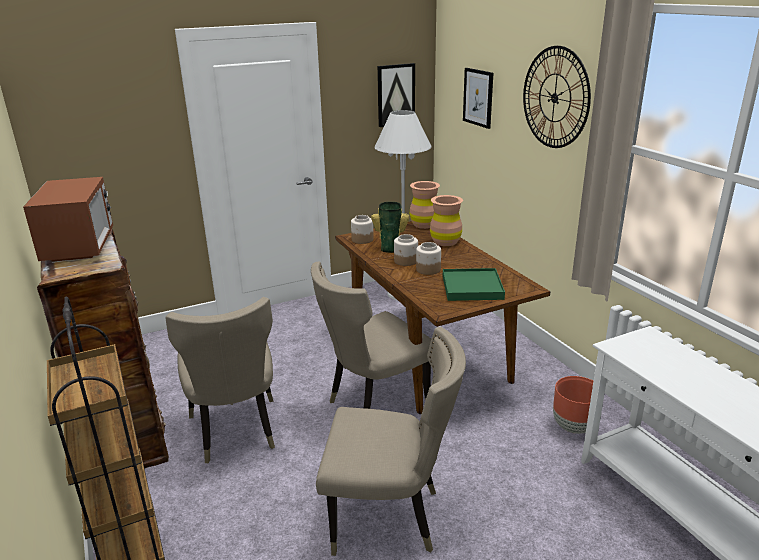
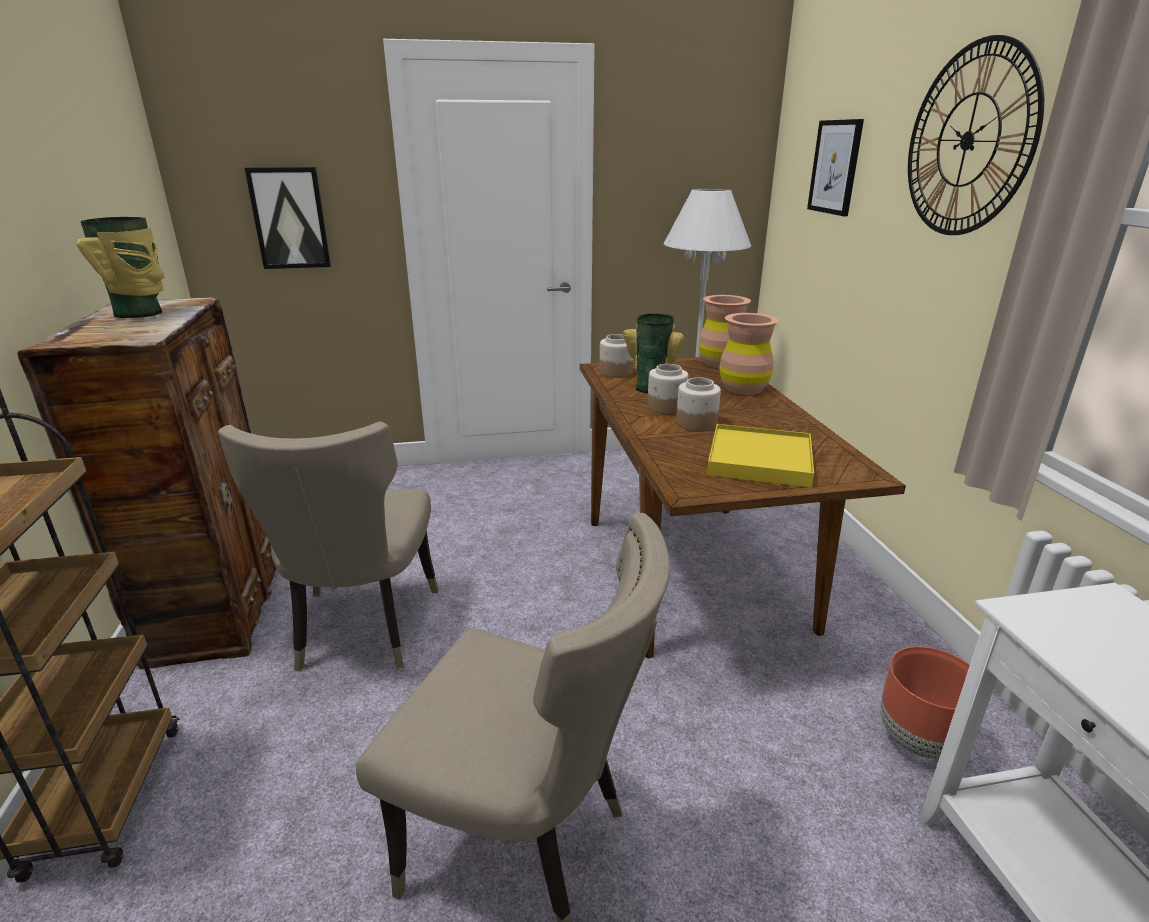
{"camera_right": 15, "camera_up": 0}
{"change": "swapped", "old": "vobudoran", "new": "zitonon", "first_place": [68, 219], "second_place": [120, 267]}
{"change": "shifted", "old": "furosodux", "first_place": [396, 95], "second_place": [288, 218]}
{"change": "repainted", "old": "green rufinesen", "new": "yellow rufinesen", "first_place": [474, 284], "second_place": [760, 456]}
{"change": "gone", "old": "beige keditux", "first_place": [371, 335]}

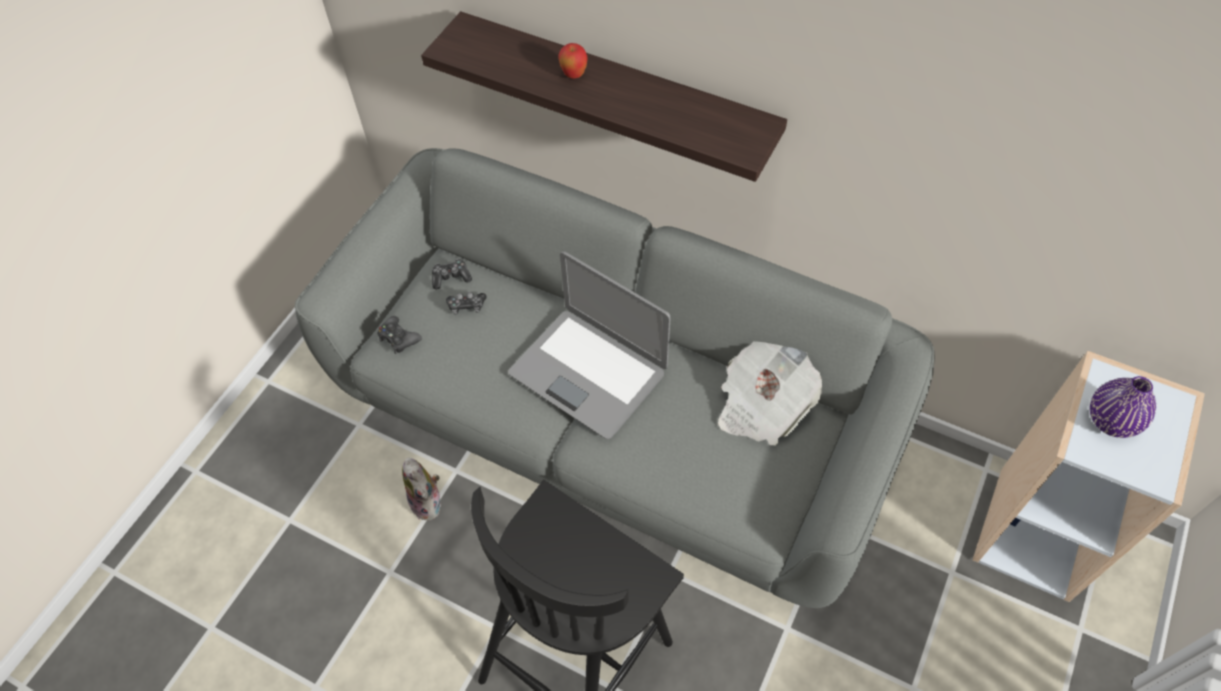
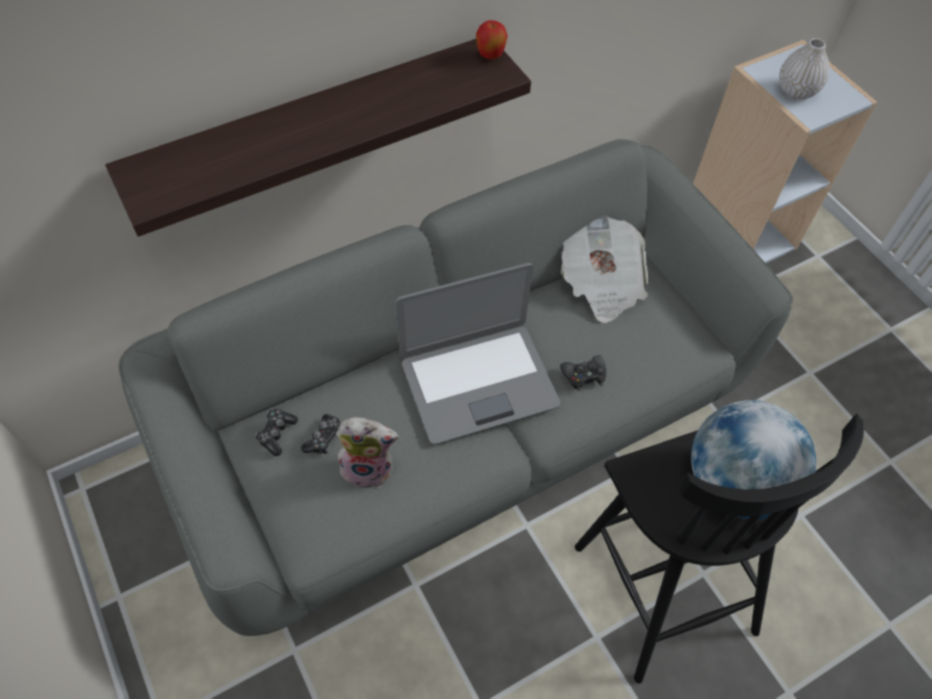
{"camera_right": -60, "camera_up": 0}
{"change": "shifted", "old": "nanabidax", "first_place": [422, 489], "second_place": [367, 453]}
{"change": "shifted", "old": "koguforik", "first_place": [572, 60], "second_place": [492, 40]}
{"change": "shifted", "old": "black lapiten", "first_place": [399, 335], "second_place": [583, 373]}
{"change": "new", "new": "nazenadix", "second_place": [753, 460]}
{"change": "repainted", "old": "purple zitonon", "new": "white zitonon", "first_place": [1123, 407], "second_place": [804, 68]}

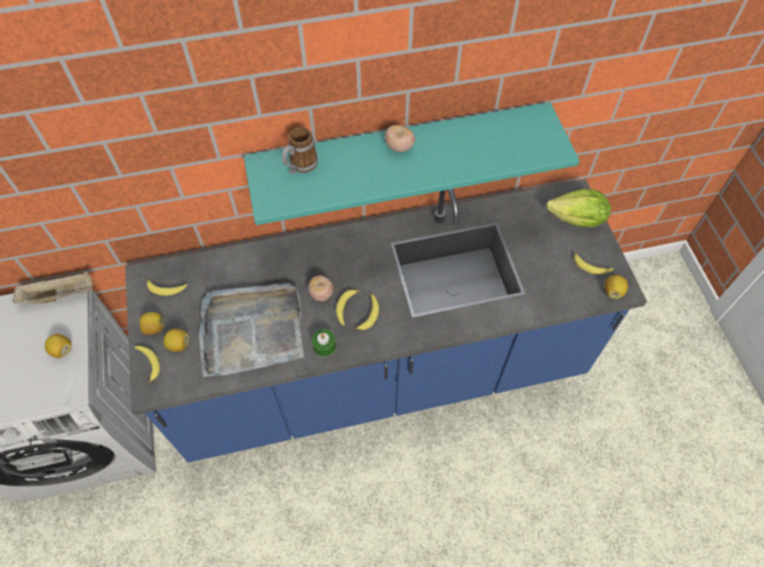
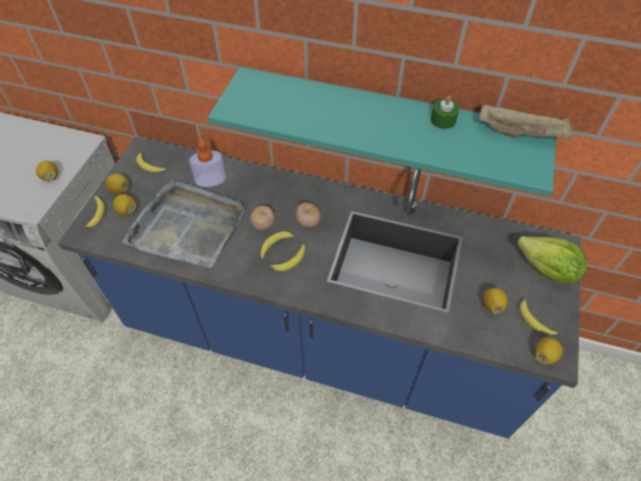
{"camera_right": 30, "camera_up": -5}
{"change": "new", "new": "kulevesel", "second_place": [208, 162]}
{"change": "shifted", "old": "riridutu", "first_place": [400, 138], "second_place": [308, 214]}
{"change": "shifted", "old": "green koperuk", "first_place": [324, 343], "second_place": [445, 112]}
{"change": "shifted", "old": "beige rufinesen", "first_place": [52, 288], "second_place": [526, 122]}
{"change": "new", "new": "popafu", "second_place": [495, 301]}
{"change": "gone", "old": "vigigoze", "first_place": [300, 150]}

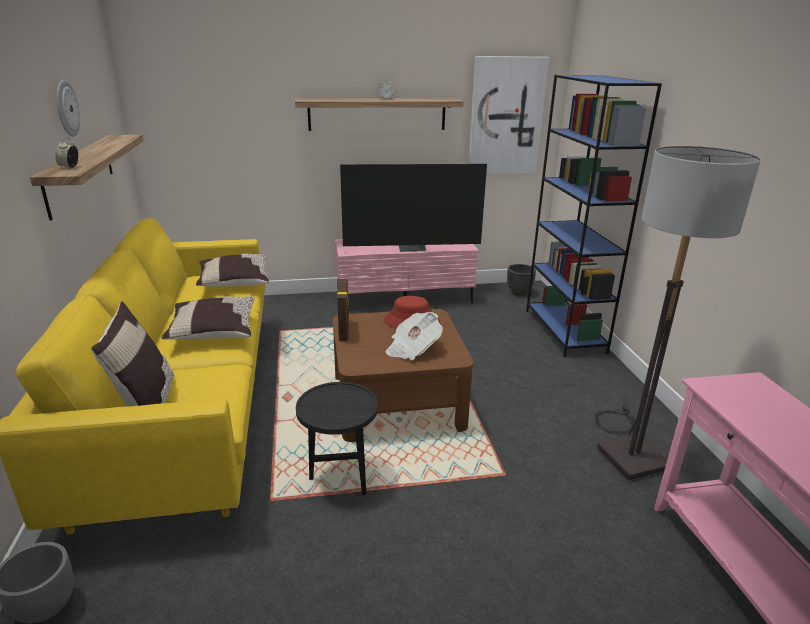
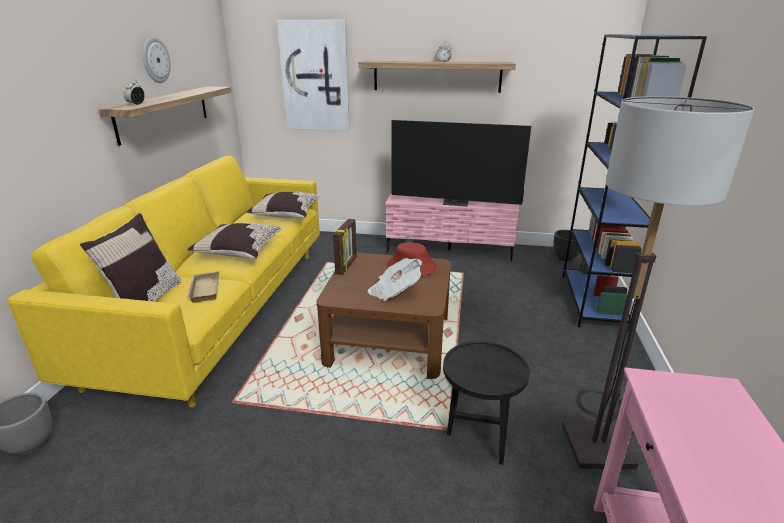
{"camera_right": 20, "camera_up": 0}
{"change": "new", "new": "beige rufinesen", "second_place": [203, 287]}
{"change": "shifted", "old": "furosodux", "first_place": [508, 115], "second_place": [313, 75]}
{"change": "shifted", "old": "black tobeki", "first_place": [337, 438], "second_place": [486, 403]}

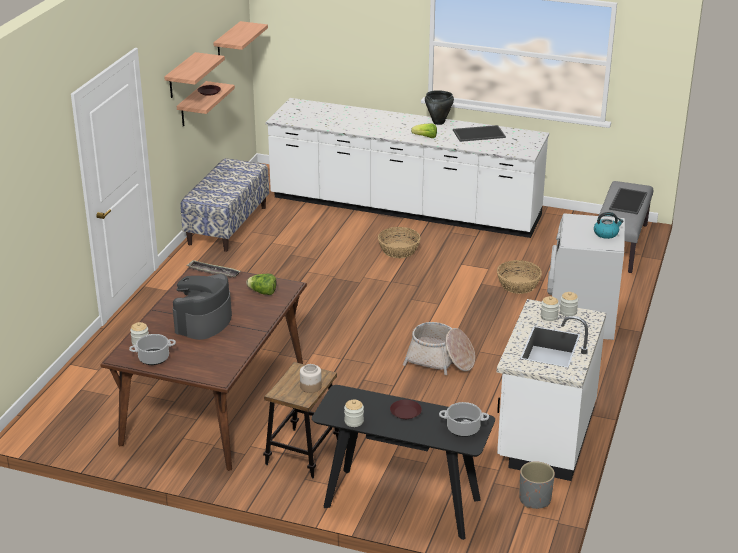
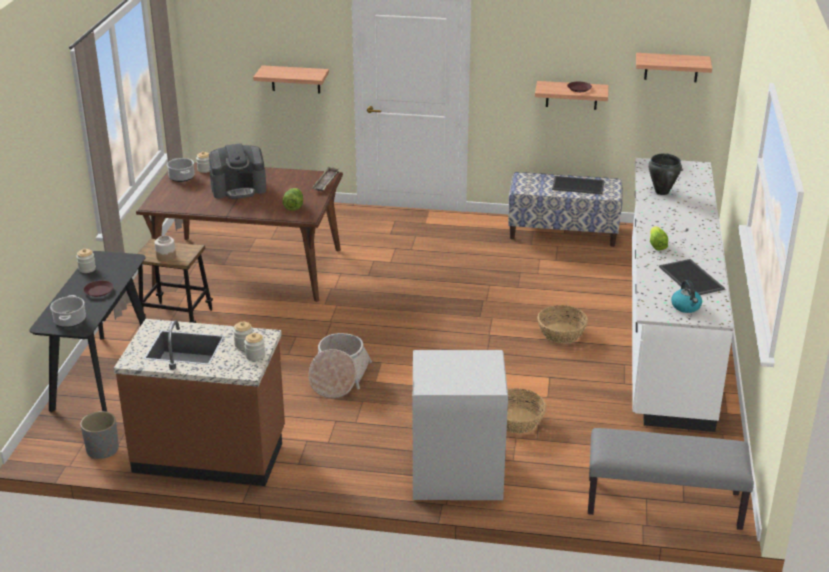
{"camera_right": 80, "camera_up": 0}
{"change": "repainted", "old": "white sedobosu", "new": "brown sedobosu", "first_place": [551, 390], "second_place": [199, 402]}
{"change": "rotated", "old": "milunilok", "first_place": [202, 307], "second_place": [238, 171], "degrees": 150}
{"change": "shifted", "old": "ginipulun", "first_place": [194, 75], "second_place": [291, 79]}
{"change": "shifted", "old": "rufinesen", "first_place": [628, 201], "second_place": [578, 185]}
{"change": "shifted", "old": "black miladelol", "first_place": [439, 107], "second_place": [665, 174]}
{"change": "shifted", "old": "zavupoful", "first_place": [609, 225], "second_place": [686, 296]}

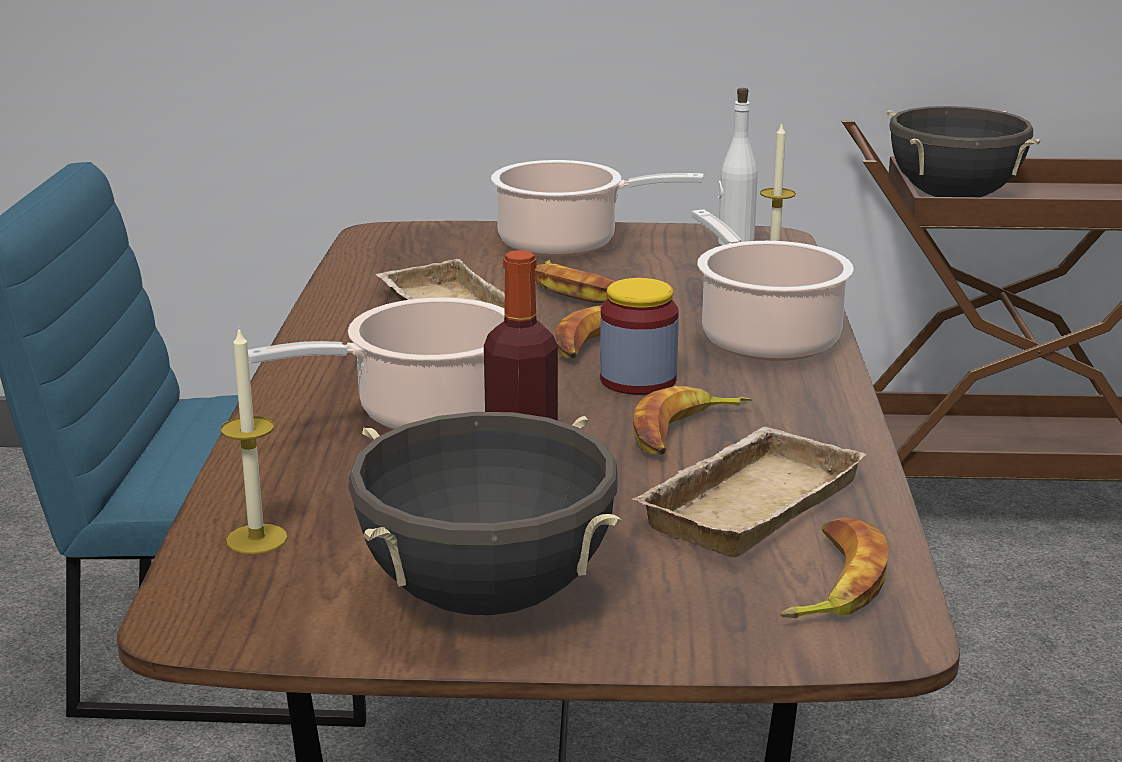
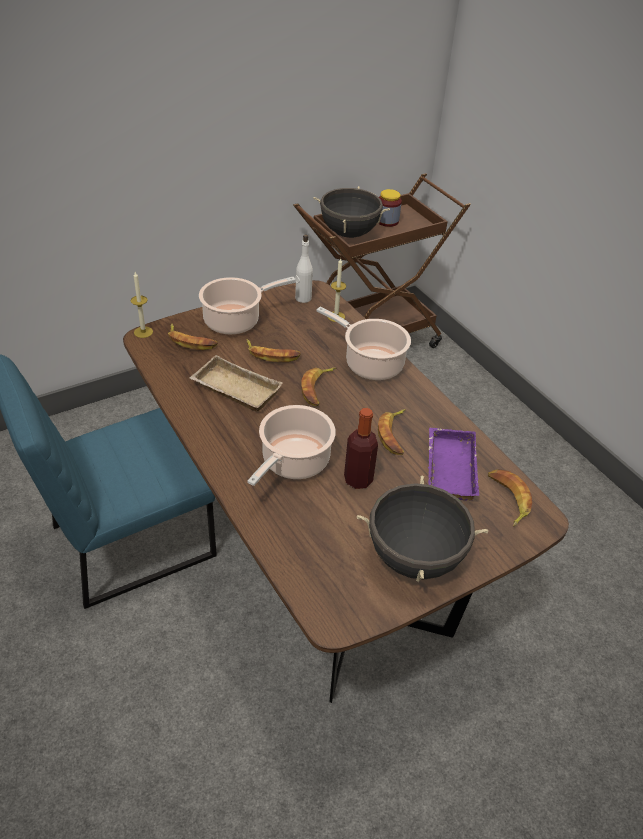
{"camera_right": -35, "camera_up": 20}
{"change": "shifted", "old": "koperuk", "first_place": [254, 440], "second_place": [142, 305]}
{"change": "new", "new": "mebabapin", "second_place": [193, 337]}
{"change": "shifted", "old": "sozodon", "first_place": [639, 336], "second_place": [390, 208]}
{"change": "repainted", "old": "beige rufinesen", "new": "purple rufinesen", "first_place": [749, 492], "second_place": [453, 464]}

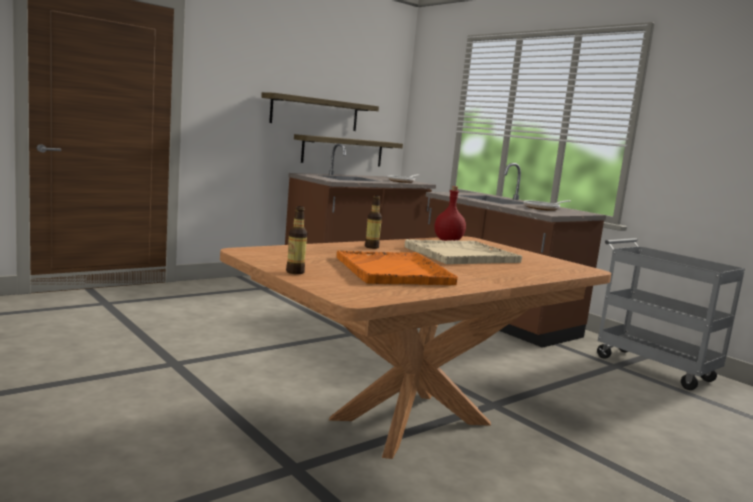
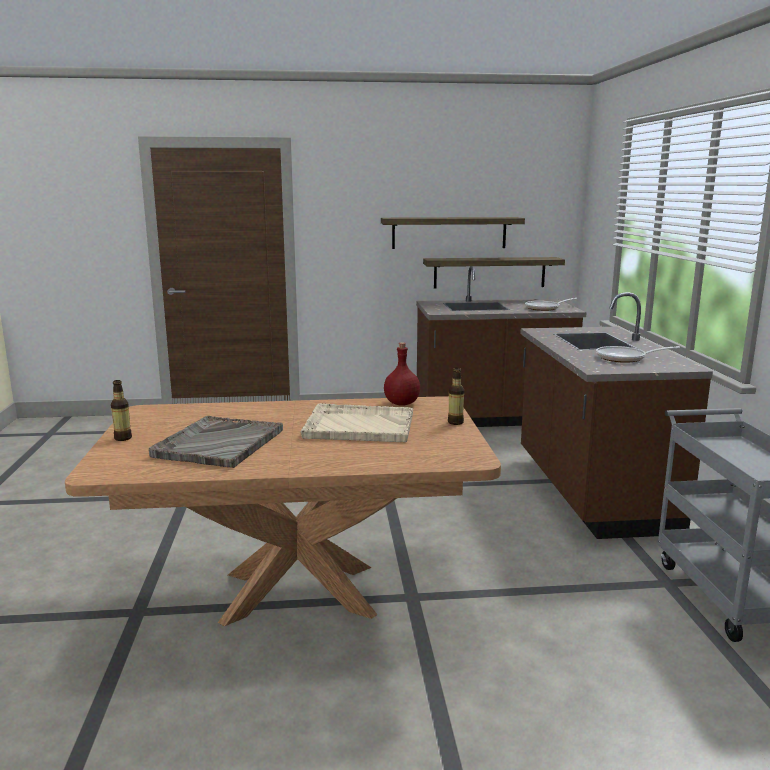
{"camera_right": 35, "camera_up": 5}
{"change": "repainted", "old": "orange rufinesen", "new": "grey rufinesen", "first_place": [397, 267], "second_place": [216, 442]}
{"change": "shifted", "old": "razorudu", "first_place": [373, 222], "second_place": [456, 396]}

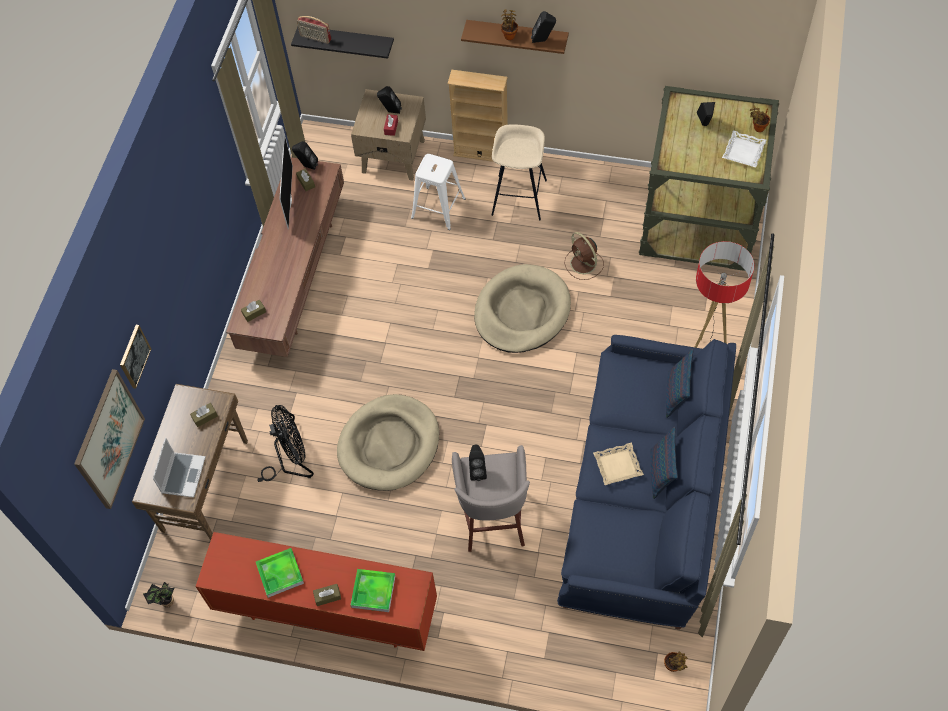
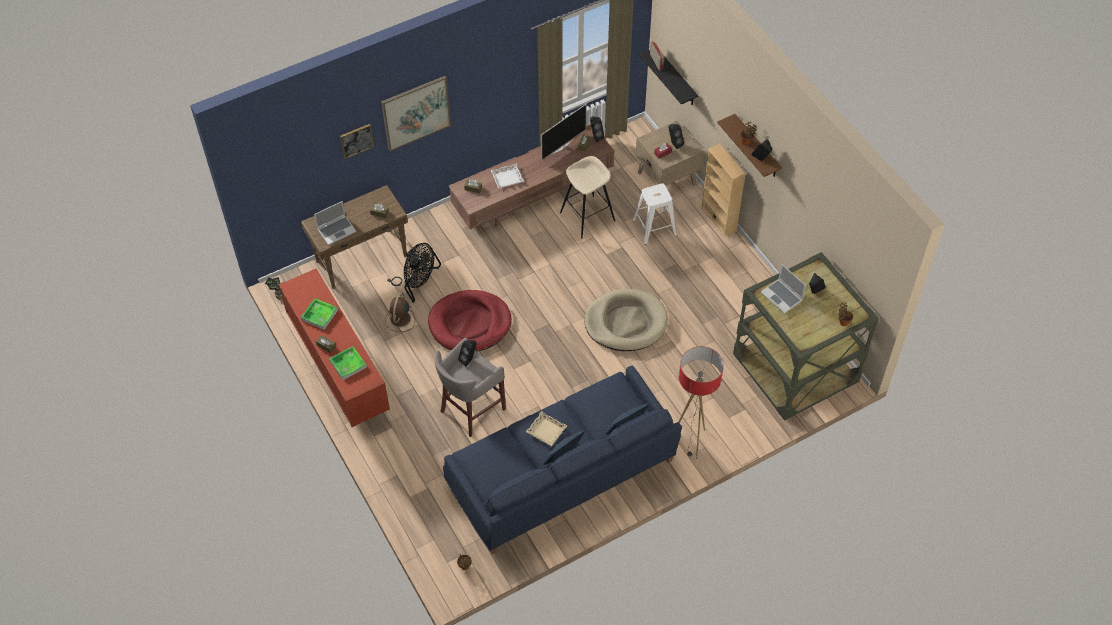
{"camera_right": 45, "camera_up": -5}
{"change": "shifted", "old": "furosodux", "first_place": [109, 439], "second_place": [416, 113]}
{"change": "shifted", "old": "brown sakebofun", "first_place": [584, 256], "second_place": [400, 312]}
{"change": "repainted", "old": "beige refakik", "new": "red refakik", "first_place": [388, 442], "second_place": [470, 320]}
{"change": "shifted", "old": "white rufinesen", "first_place": [744, 148], "second_place": [507, 175]}
{"change": "shifted", "old": "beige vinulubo", "first_place": [519, 172], "second_place": [587, 197]}
{"change": "new", "new": "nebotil", "second_place": [783, 288]}

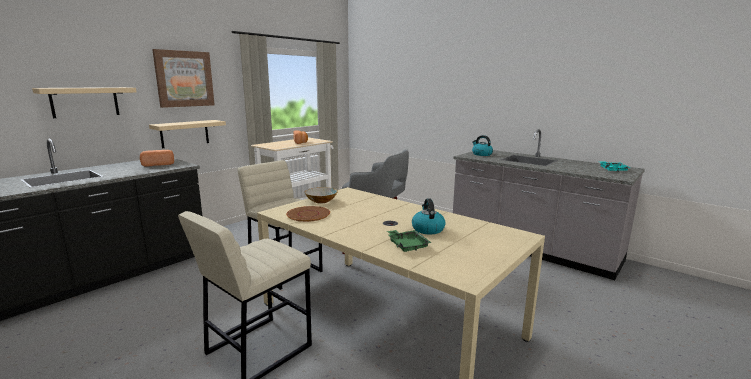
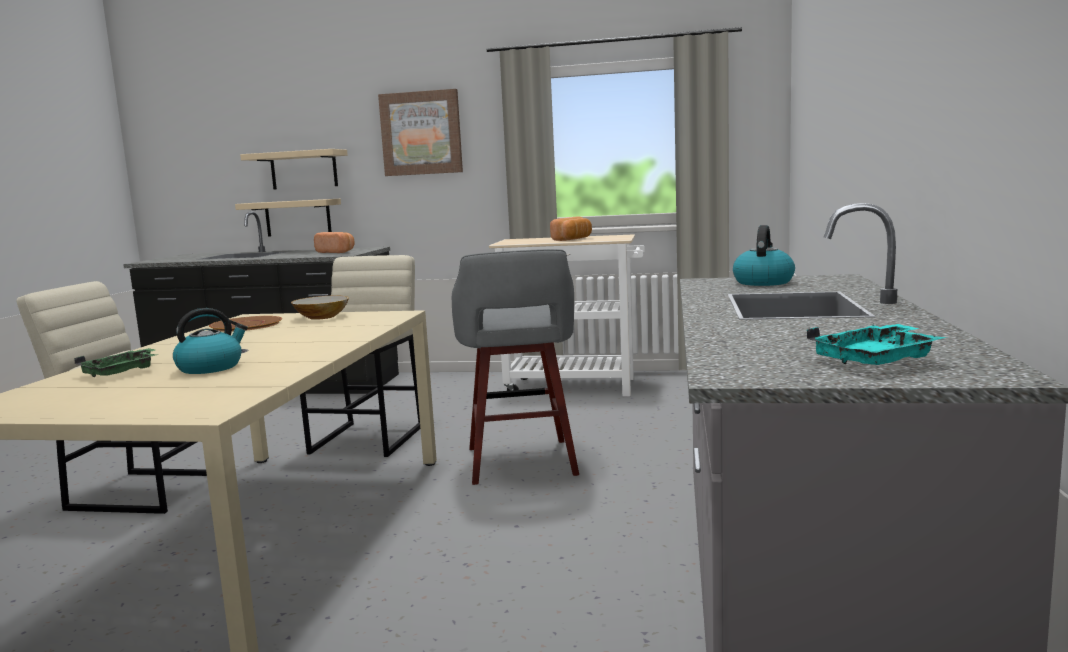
{"camera_right": 60, "camera_up": -5}
{"change": "shifted", "old": "beige ginipulun", "first_place": [187, 134], "second_place": [288, 218]}

